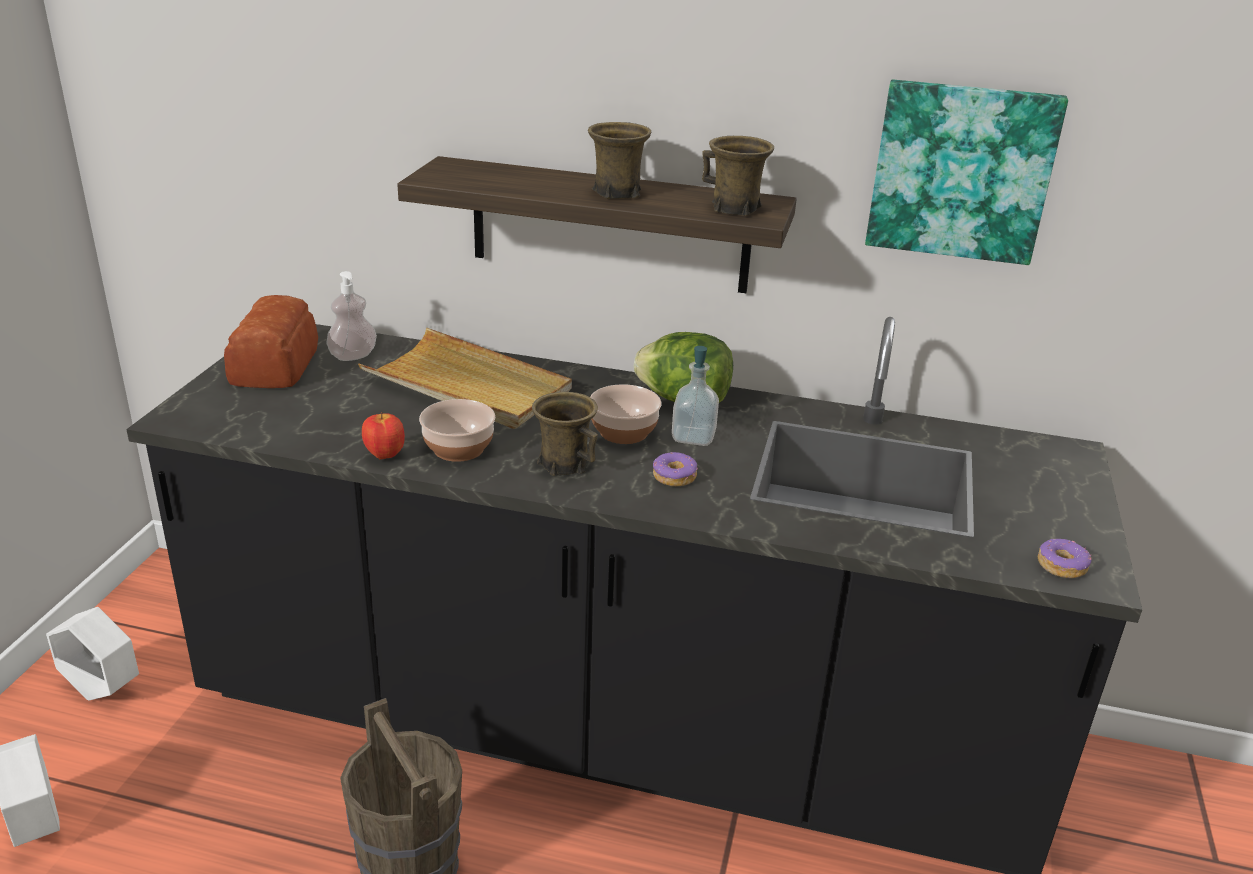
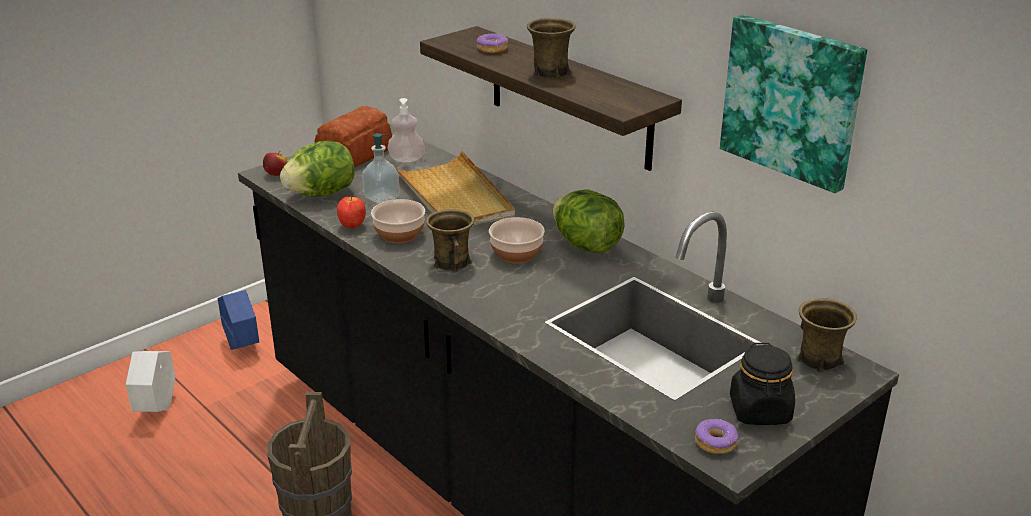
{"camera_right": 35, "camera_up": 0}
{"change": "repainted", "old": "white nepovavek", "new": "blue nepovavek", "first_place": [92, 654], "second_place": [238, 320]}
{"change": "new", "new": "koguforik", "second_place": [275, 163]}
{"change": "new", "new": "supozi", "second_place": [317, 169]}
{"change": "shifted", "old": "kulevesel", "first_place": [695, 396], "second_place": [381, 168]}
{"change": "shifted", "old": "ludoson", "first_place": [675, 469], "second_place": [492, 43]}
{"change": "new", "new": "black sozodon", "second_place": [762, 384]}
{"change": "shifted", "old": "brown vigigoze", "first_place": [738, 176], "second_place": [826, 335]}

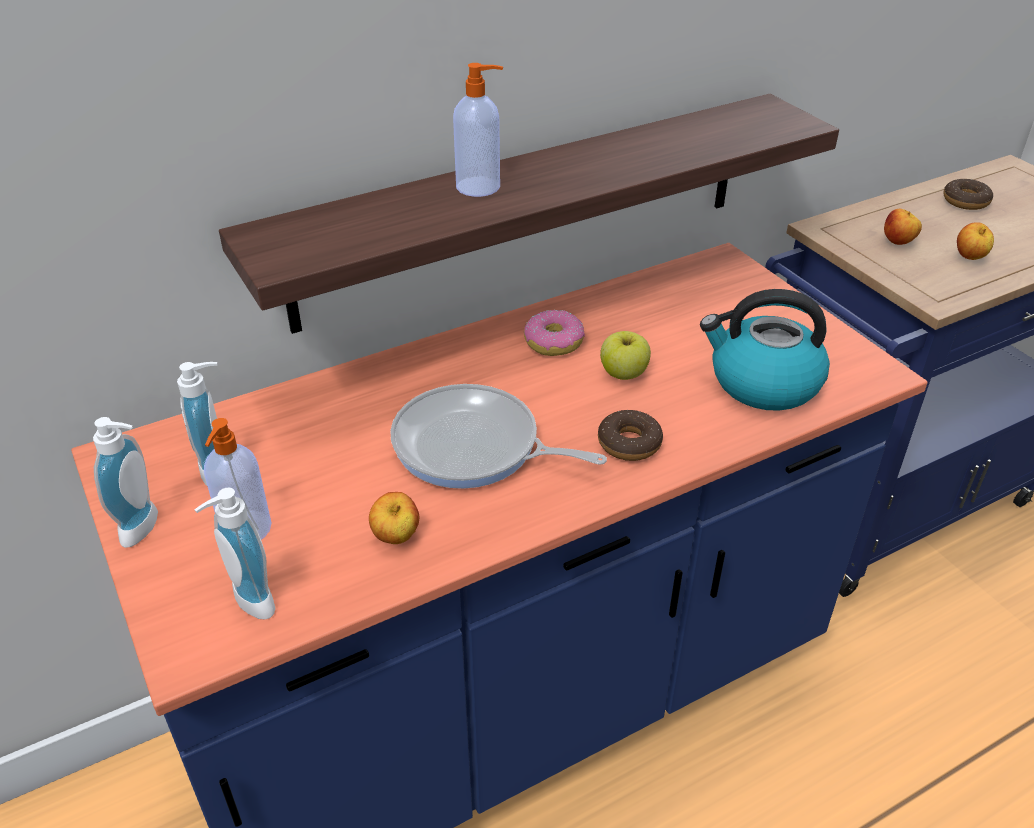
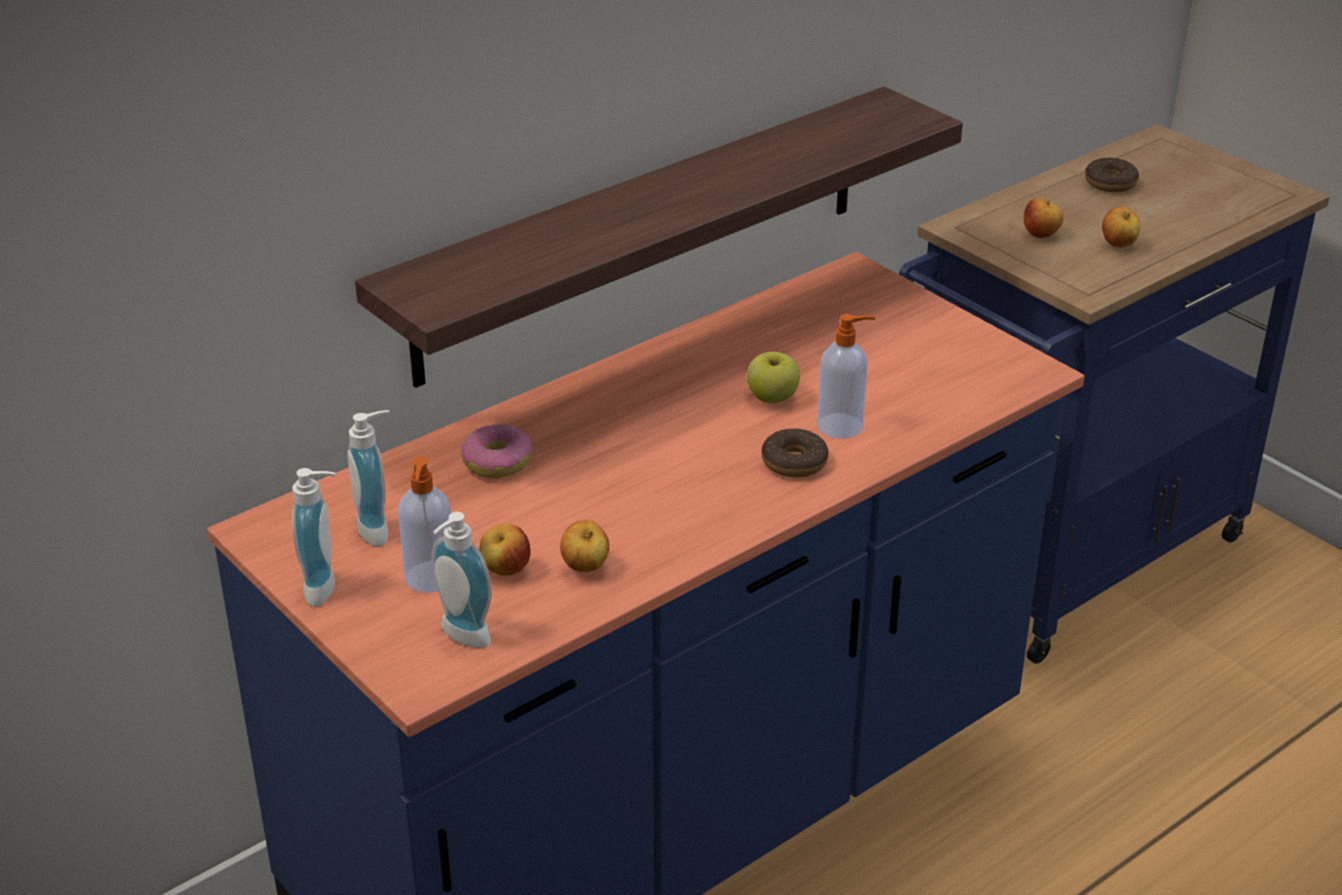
{"camera_right": -10, "camera_up": -5}
{"change": "shifted", "old": "ludoson", "first_place": [554, 333], "second_place": [497, 451]}
{"change": "new", "new": "koguforik", "second_place": [505, 550]}
{"change": "shifted", "old": "kulevesel", "first_place": [478, 130], "second_place": [846, 376]}
{"change": "gone", "old": "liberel", "first_place": [498, 436]}
{"change": "gone", "old": "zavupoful", "first_place": [765, 350]}

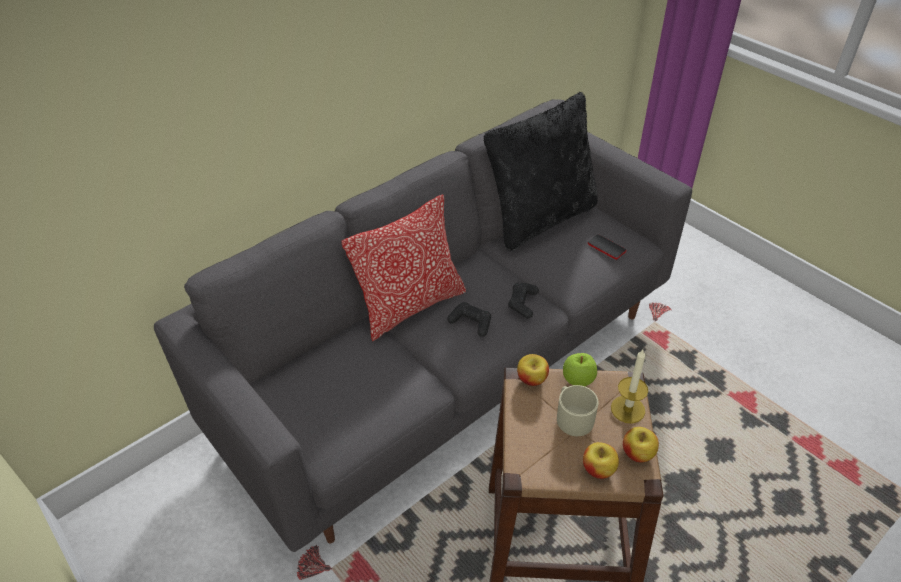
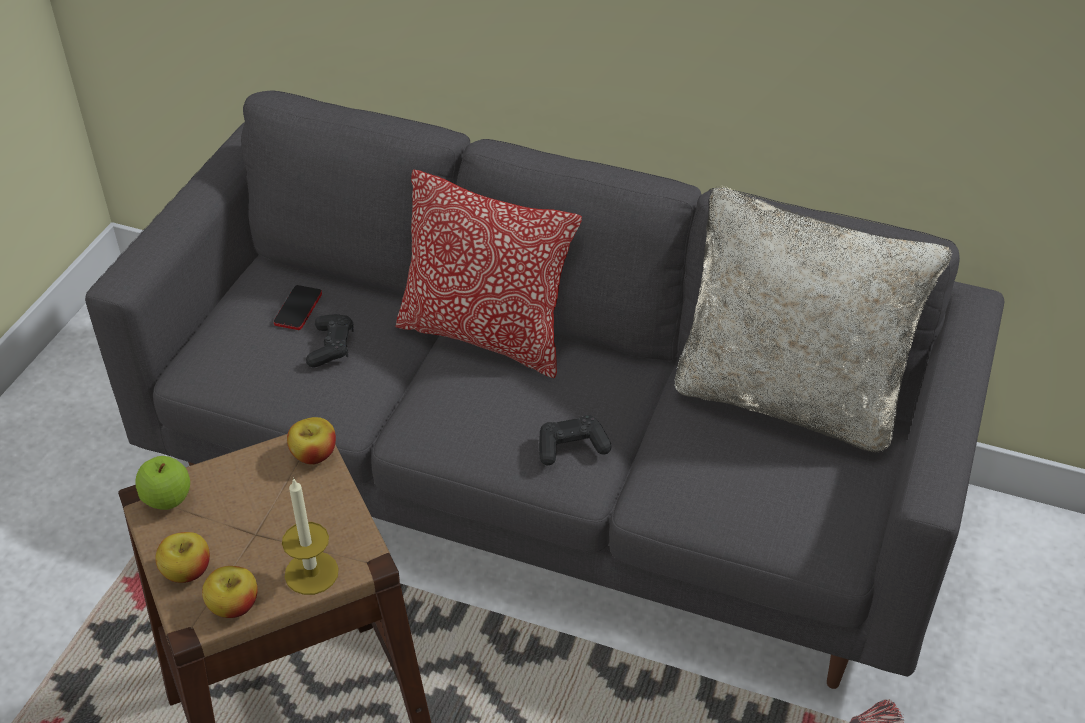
{"camera_right": 60, "camera_up": 0}
{"change": "shifted", "old": "koguforik", "first_place": [580, 369], "second_place": [163, 483]}
{"change": "shifted", "old": "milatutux", "first_place": [607, 247], "second_place": [298, 307]}
{"change": "shifted", "old": "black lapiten", "first_place": [469, 319], "second_place": [330, 341]}
{"change": "repainted", "old": "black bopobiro", "new": "beige bopobiro", "first_place": [540, 171], "second_place": [813, 319]}
{"change": "gone", "old": "beige vigigoze", "first_place": [578, 410]}

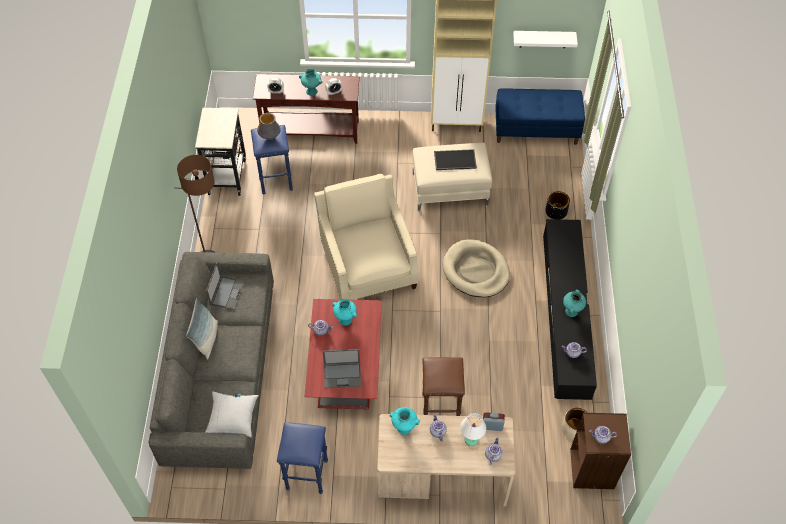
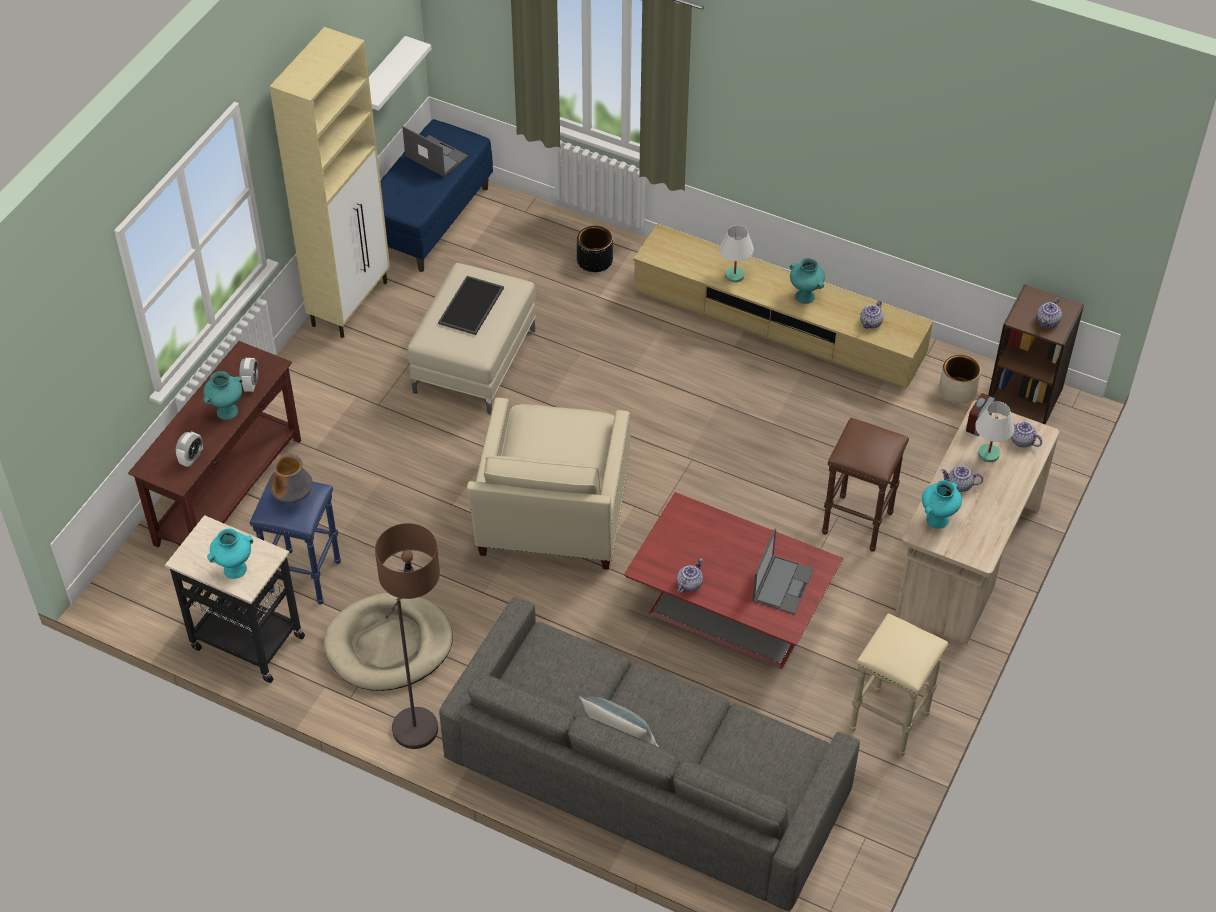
{"camera_right": -65, "camera_up": -5}
{"change": "shifted", "old": "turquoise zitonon", "first_place": [344, 312], "second_place": [230, 553]}
{"change": "shifted", "old": "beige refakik", "first_place": [476, 268], "second_place": [388, 642]}
{"change": "shifted", "old": "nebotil", "first_place": [225, 286], "second_place": [435, 151]}
{"change": "rotated", "old": "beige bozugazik", "first_place": [366, 237], "second_place": [549, 484], "degrees": -90}
{"change": "repainted", "old": "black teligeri", "new": "beige teligeri", "first_place": [570, 309], "second_place": [783, 306]}
{"change": "new", "new": "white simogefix", "second_place": [736, 253]}
{"change": "repainted", "old": "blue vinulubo", "new": "beige vinulubo", "first_place": [302, 458], "second_place": [898, 685]}
{"change": "gone", "old": "grey bopobiro", "first_place": [232, 414]}

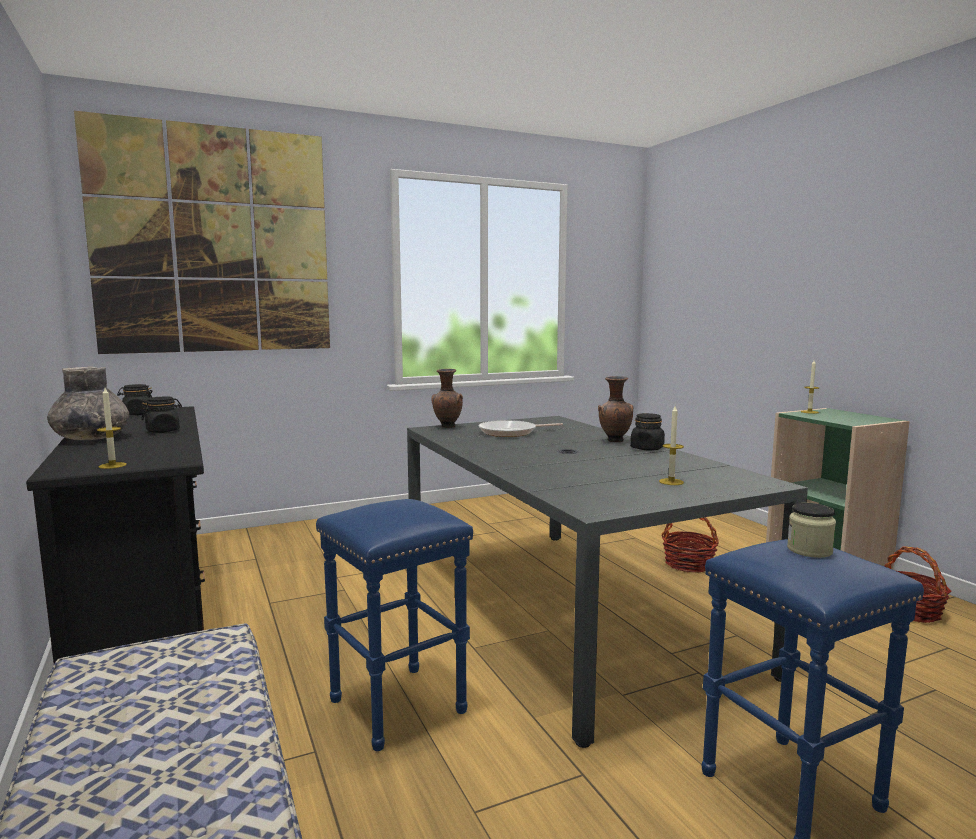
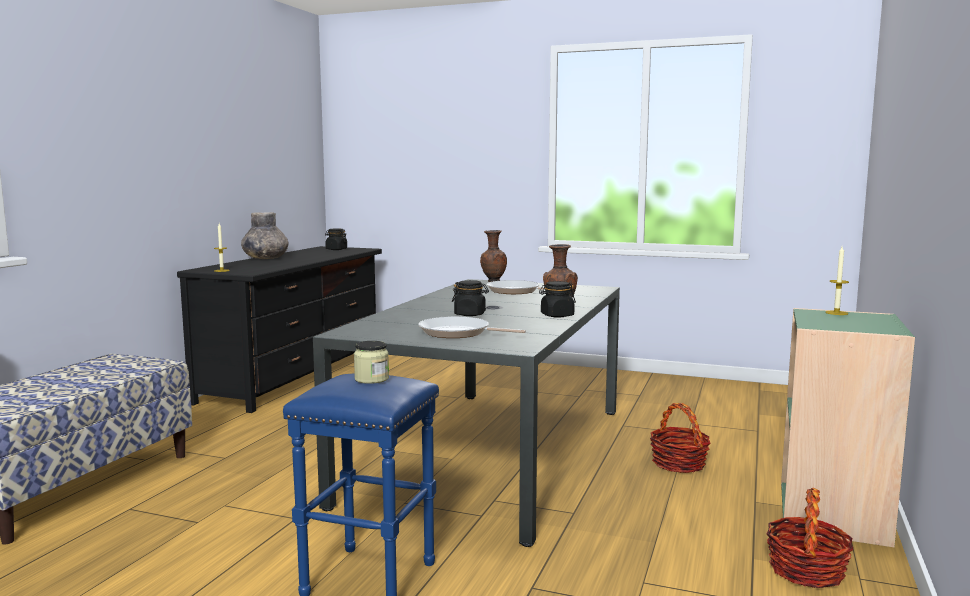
{"camera_right": 45, "camera_up": 0}
{"change": "swapped", "old": "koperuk", "new": "liberel", "first_place": [671, 445], "second_place": [472, 327]}
{"change": "shifted", "old": "black sozodon", "first_place": [161, 414], "second_place": [470, 298]}
{"change": "gone", "old": "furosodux", "first_place": [202, 232]}
{"change": "gone", "old": "blue vinulubo", "first_place": [394, 625]}

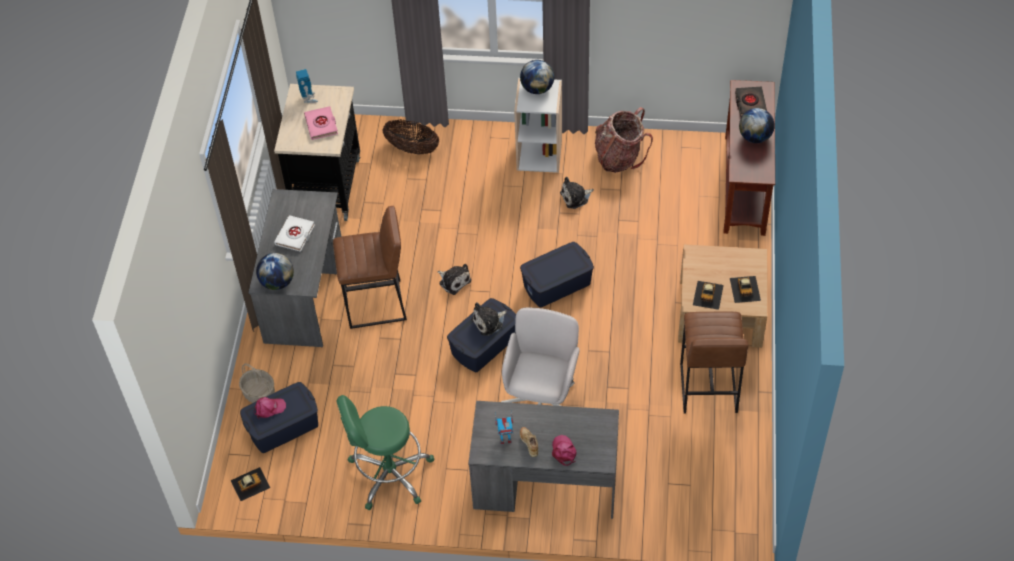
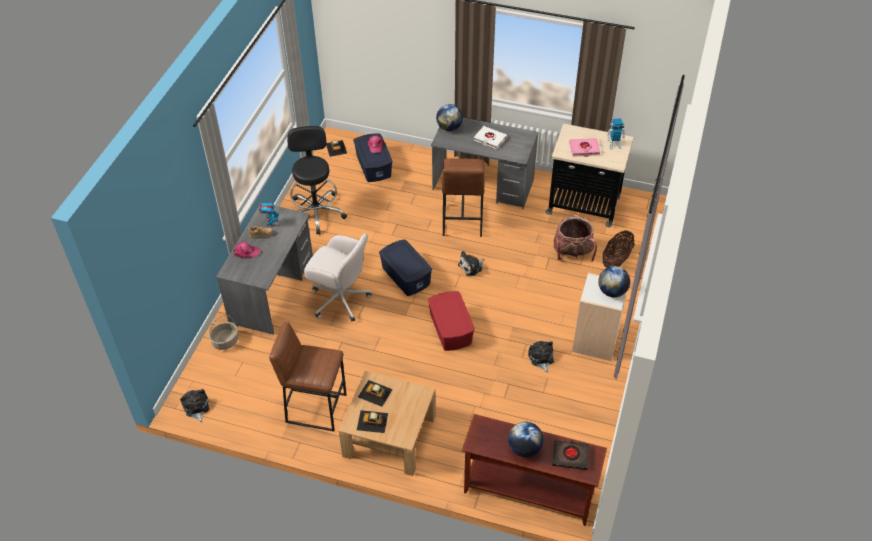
{"camera_right": 100, "camera_up": -5}
{"change": "shifted", "old": "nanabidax", "first_place": [489, 319], "second_place": [194, 405]}
{"change": "shifted", "old": "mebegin", "first_place": [257, 383], "second_place": [224, 332]}
{"change": "repainted", "old": "green vinulubo", "new": "black vinulubo", "first_place": [386, 452], "second_place": [317, 180]}
{"change": "repainted", "old": "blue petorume", "new": "red petorume", "first_place": [557, 274], "second_place": [451, 321]}
{"change": "shifted", "old": "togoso", "first_place": [624, 140], "second_place": [575, 237]}

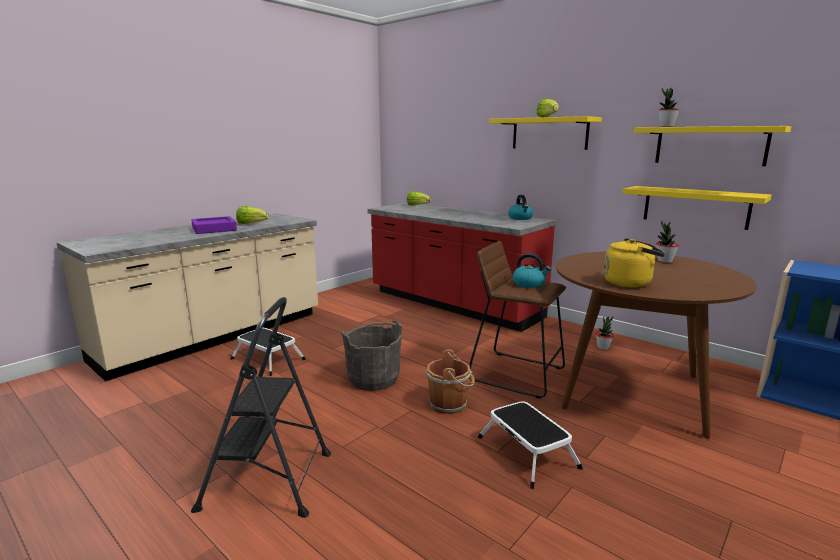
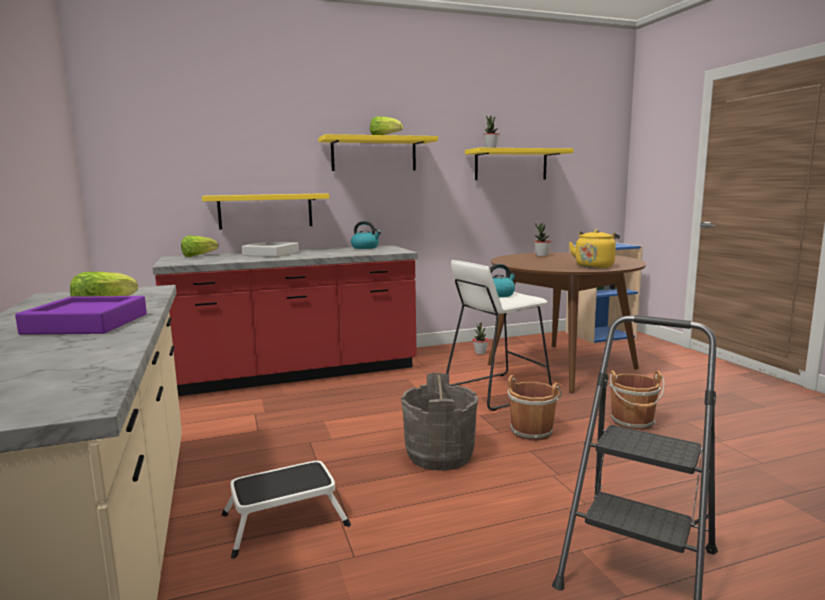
{"camera_right": -60, "camera_up": -5}
{"change": "shifted", "old": "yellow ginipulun", "first_place": [697, 208], "second_place": [265, 211]}
{"change": "new", "new": "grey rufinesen", "second_place": [270, 249]}
{"change": "repainted", "old": "brown vinulubo", "new": "white vinulubo", "first_place": [517, 320], "second_place": [499, 335]}
{"change": "swapped", "old": "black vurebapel", "new": "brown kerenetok", "first_place": [530, 445], "second_place": [637, 400]}

